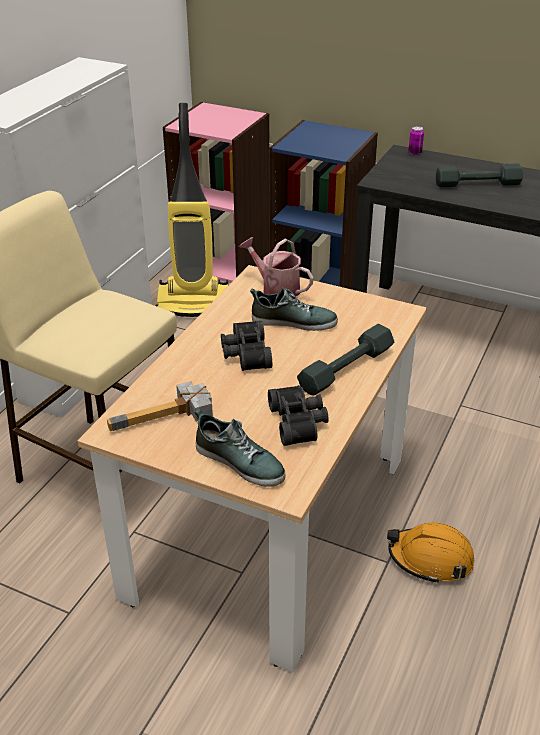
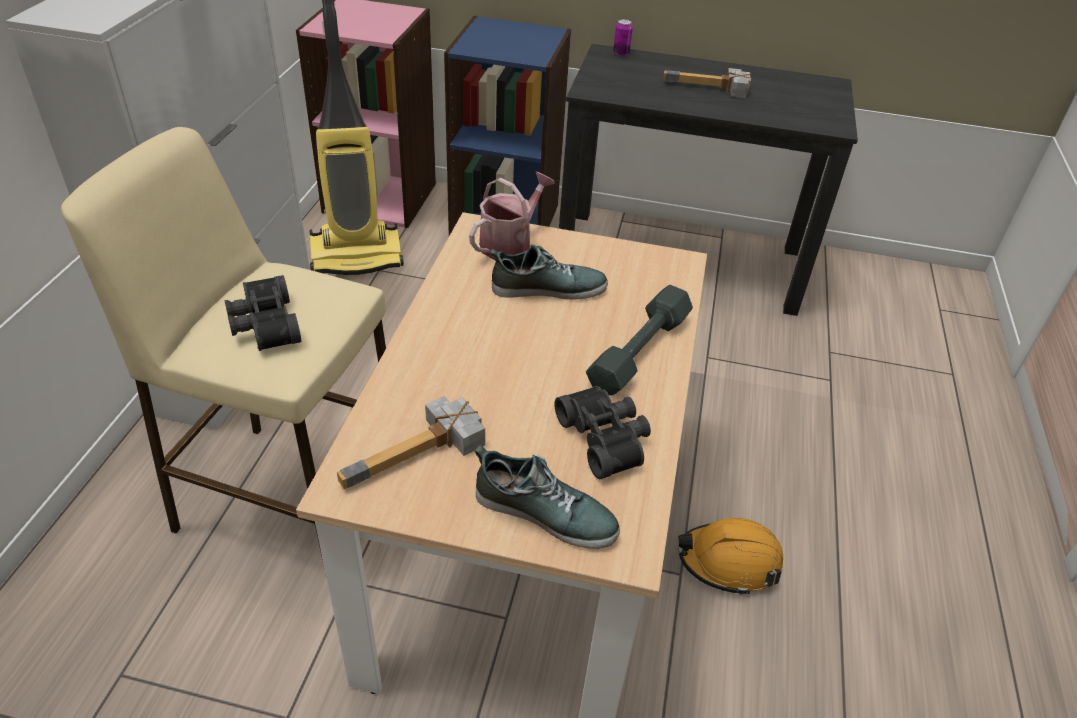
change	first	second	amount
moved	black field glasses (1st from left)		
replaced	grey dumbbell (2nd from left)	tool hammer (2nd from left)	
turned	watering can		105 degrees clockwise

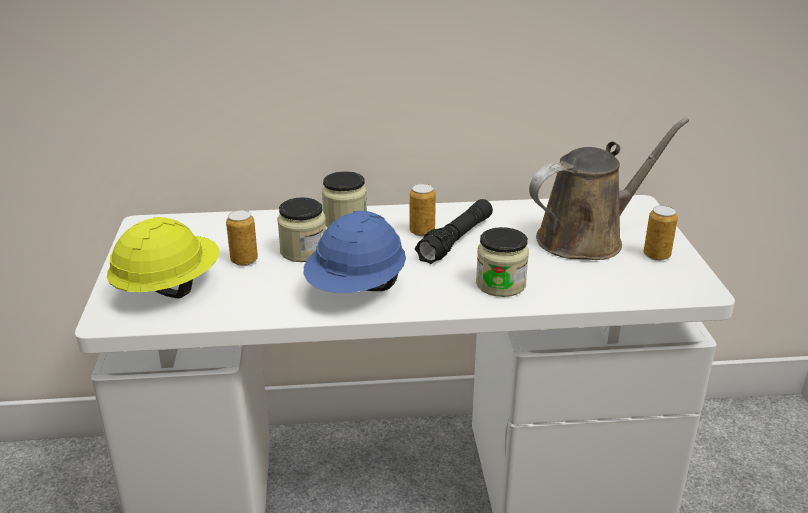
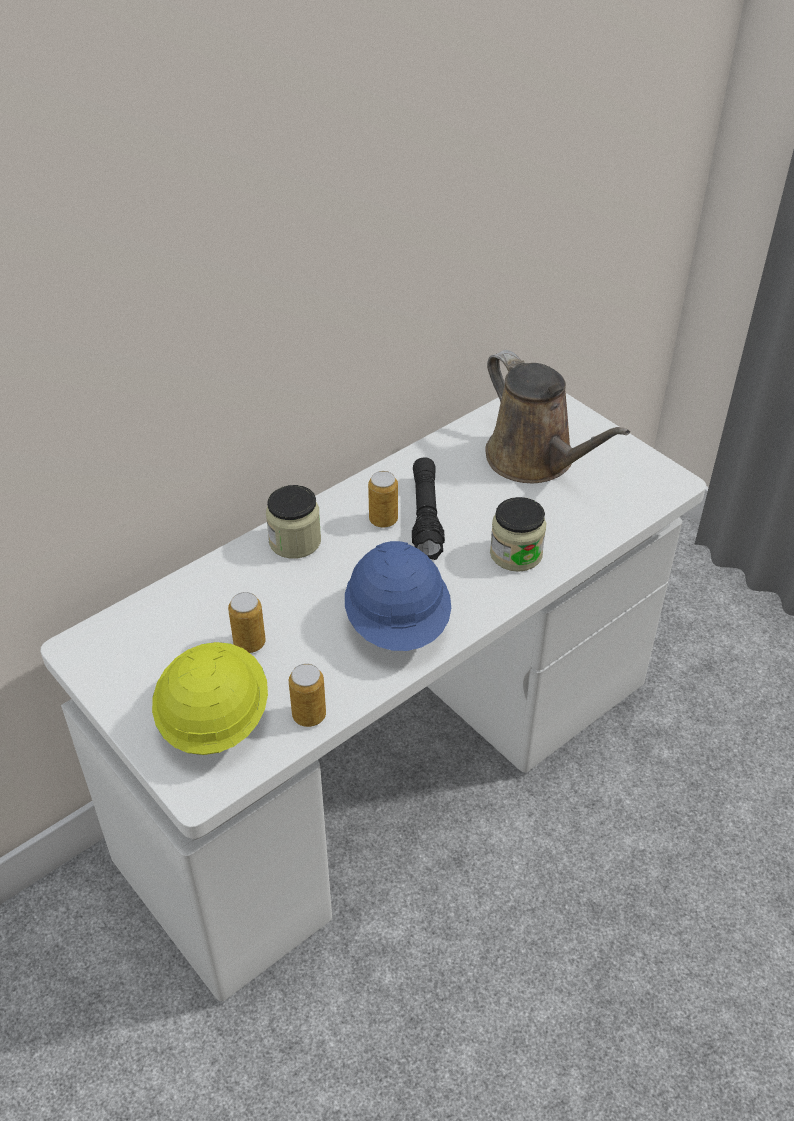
change	first	second	amount
removed	storage jar (1st from left)		
moved	sealed can (3rd from left in the first image)	sealed can (2nd from left)	
turned	brown watering can		120 degrees clockwise

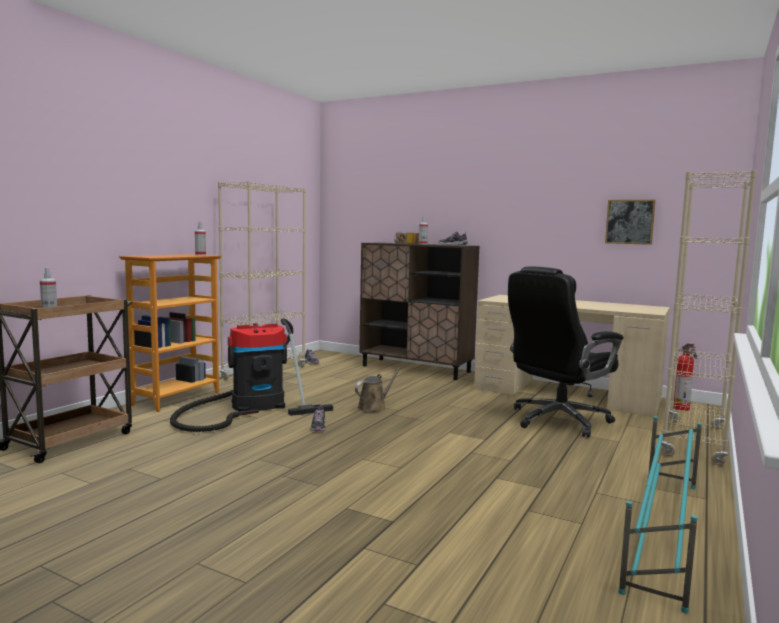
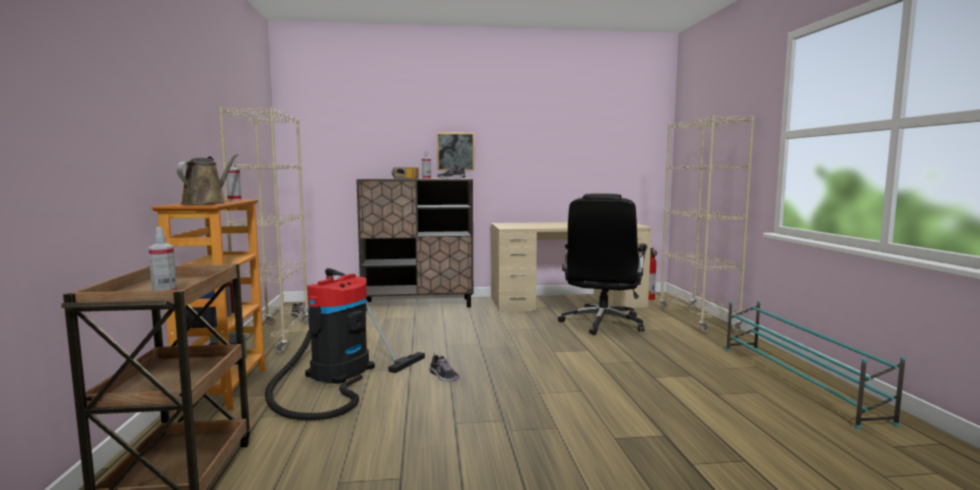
change	first	second	amount
moved	brown watering can		
moved	wall picture		

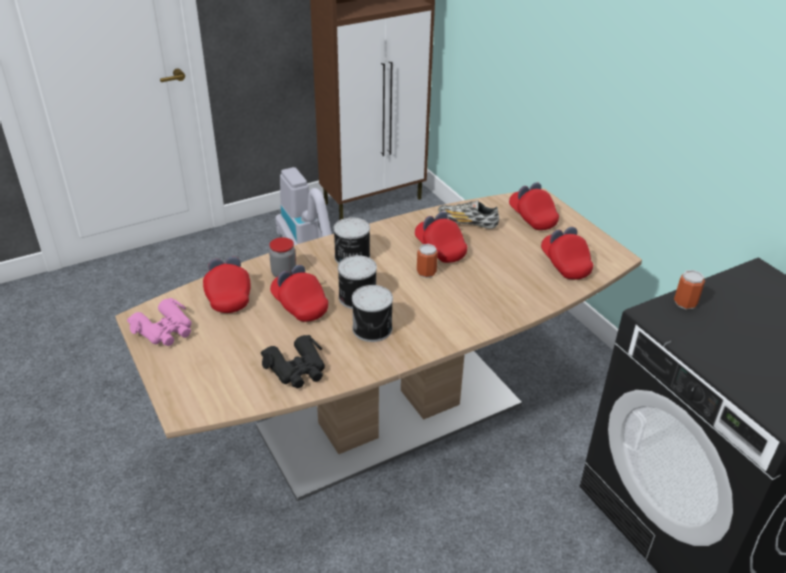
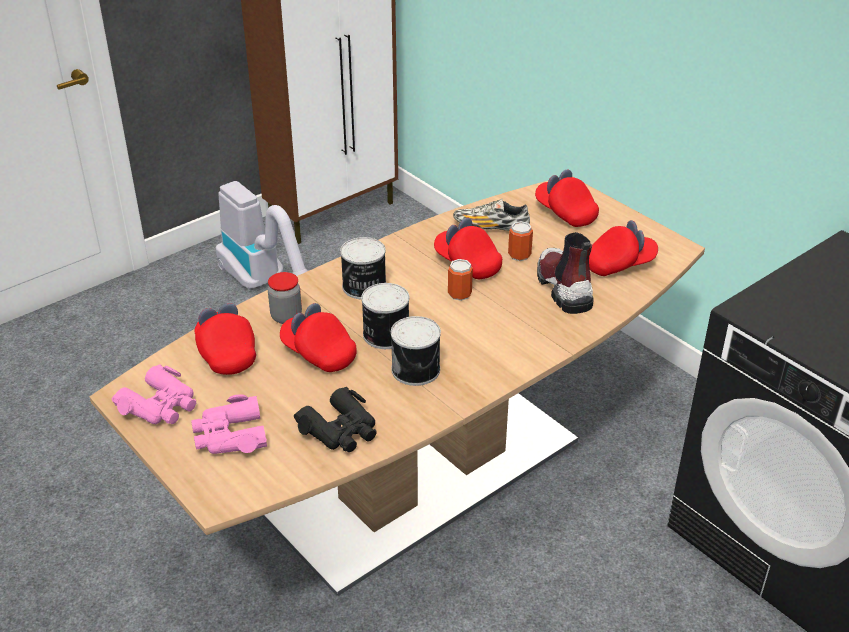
change	first	second	amount
added		pinkish field glasses (2nd from left)	
added		boot	
moved	sealed can (5th from left)		
turned	red-coloured baseball cap (5th from left)		105 degrees clockwise

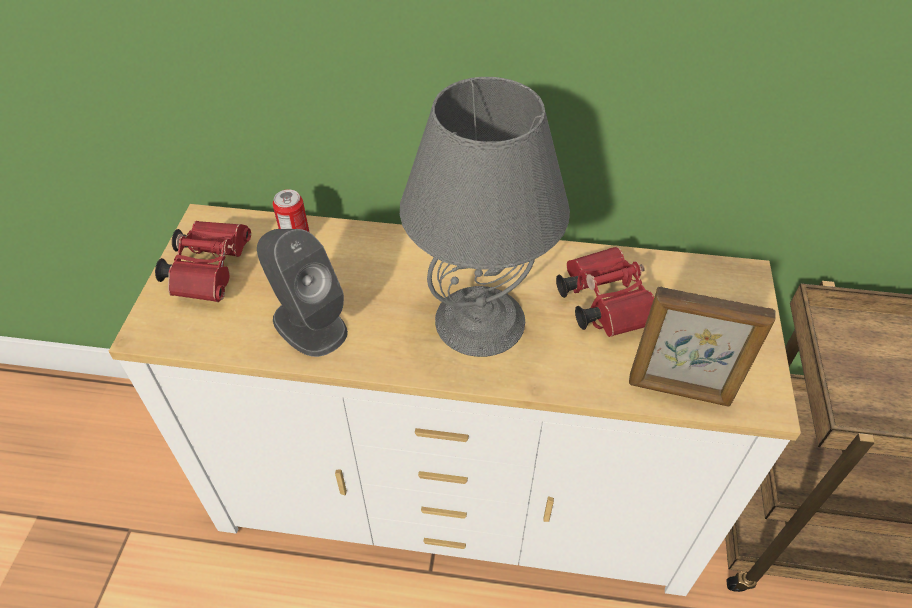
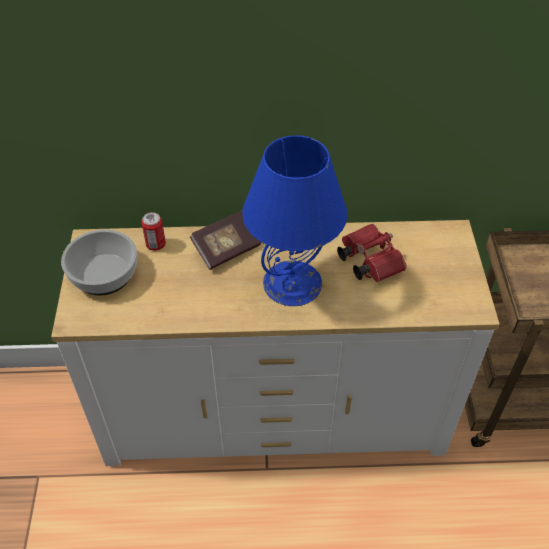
change	first	second	amount
removed	grey audio speaker		
removed	picture frame		
added		book	
replaced	red-coloured field glasses (1st from left)	serving bowl	
recoloured	grey lamp for a table	bluish lamp for a table	

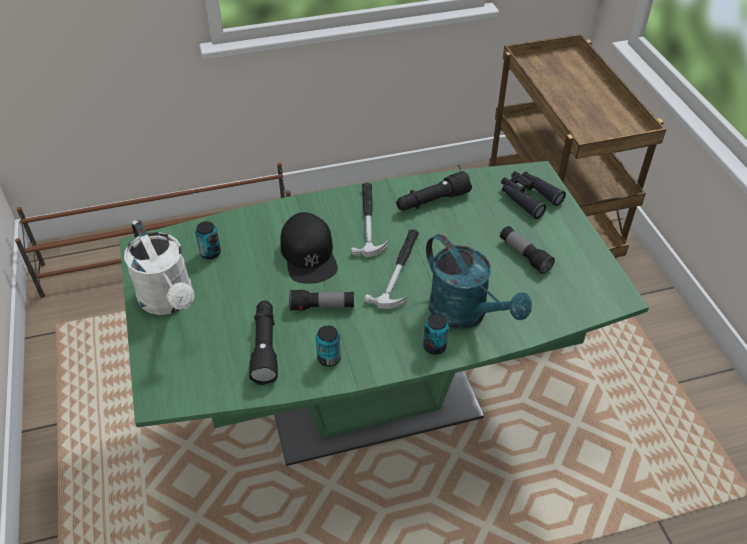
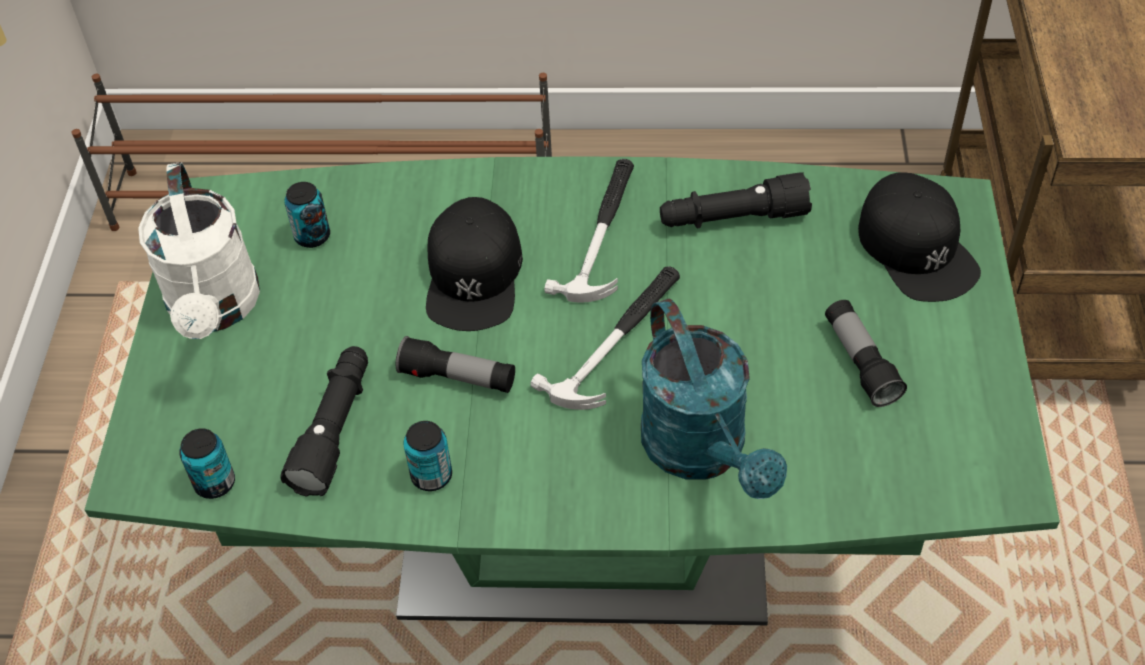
change	first	second	amount
moved	sealed can (3rd from left in the first image)	sealed can (1st from left)	
replaced	black field glasses	black baseball cap (2nd from left)	

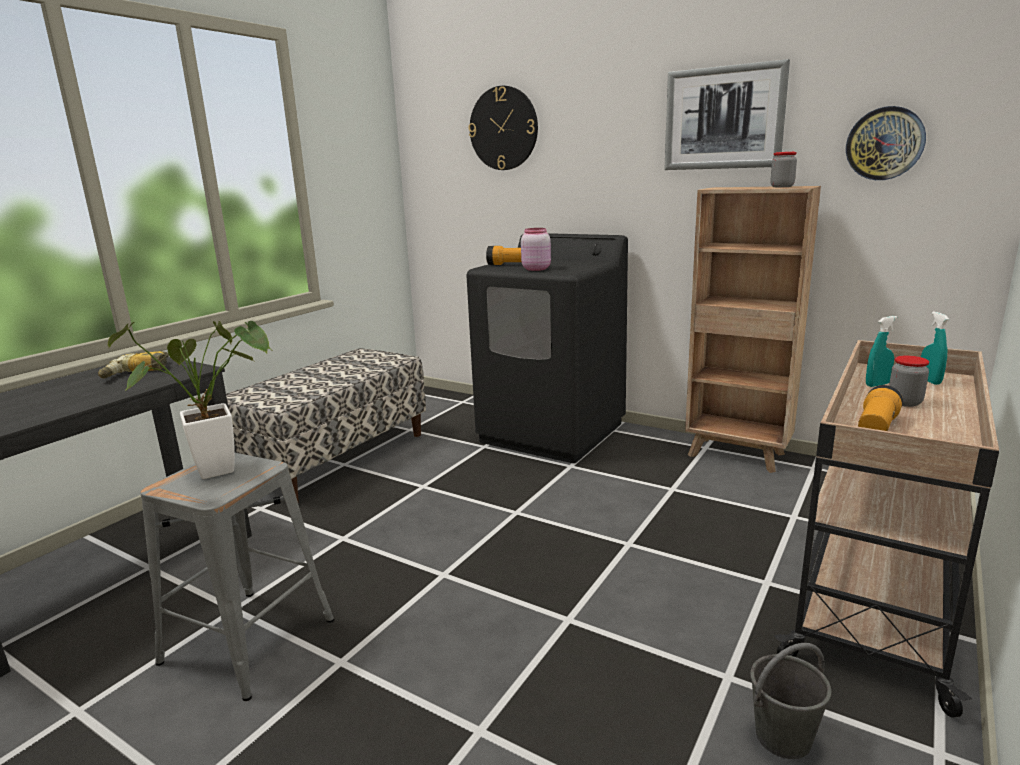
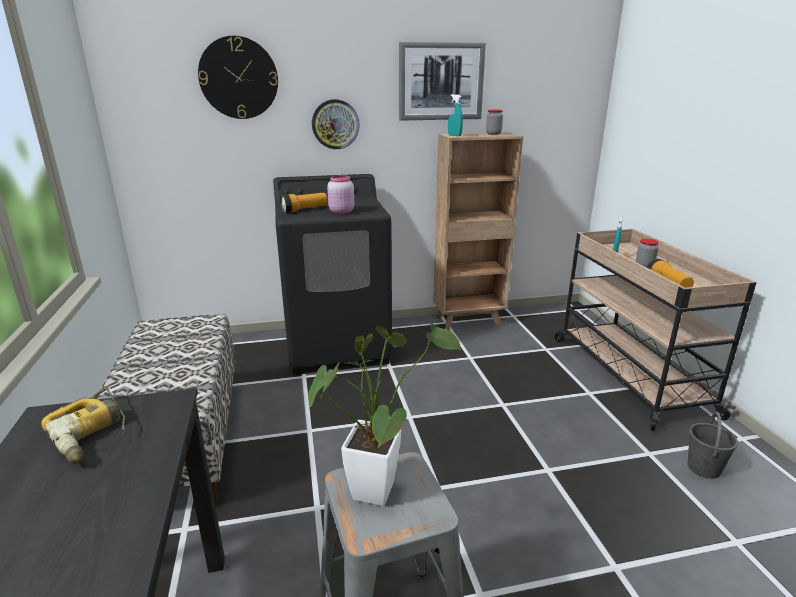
change	first	second	amount
moved	clock on the wall (2nd from left)		
moved	turquoise-coloured sprayer (2nd from left in the first image)	turquoise-coloured sprayer (1st from left)	

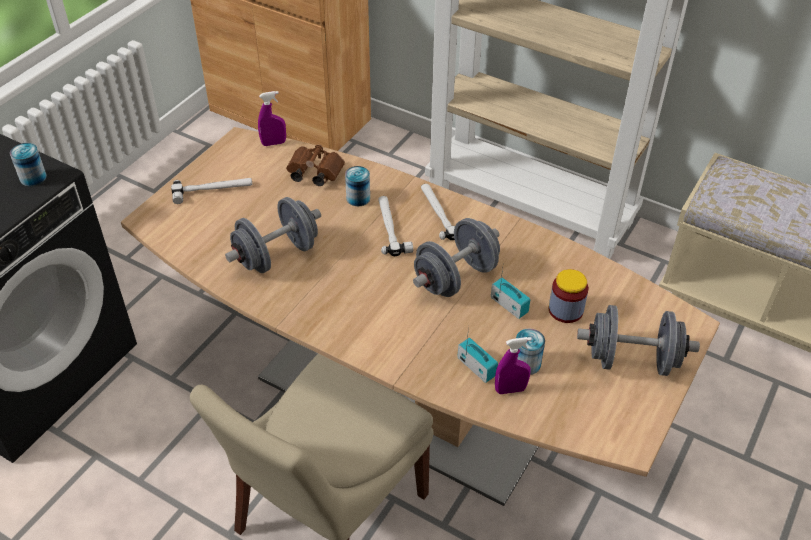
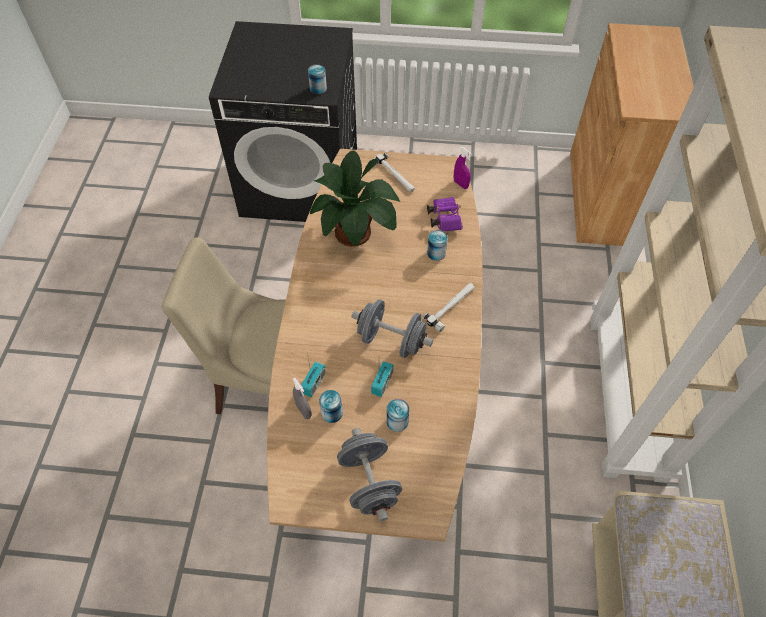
change	first	second	amount
removed	tool hammer (2nd from left)		
replaced	grey dumbbell (1st from left)	potted plant	
replaced	storage jar	sealed can (3rd from left)	
recoloured	brown field glasses	purple field glasses	
recoloured	purple sprayer (2nd from left)	grey sprayer	

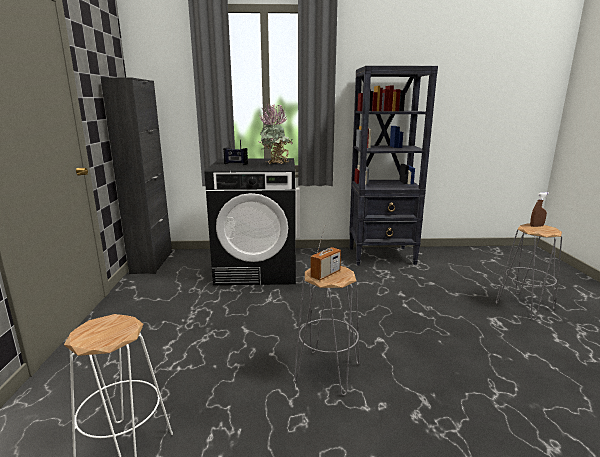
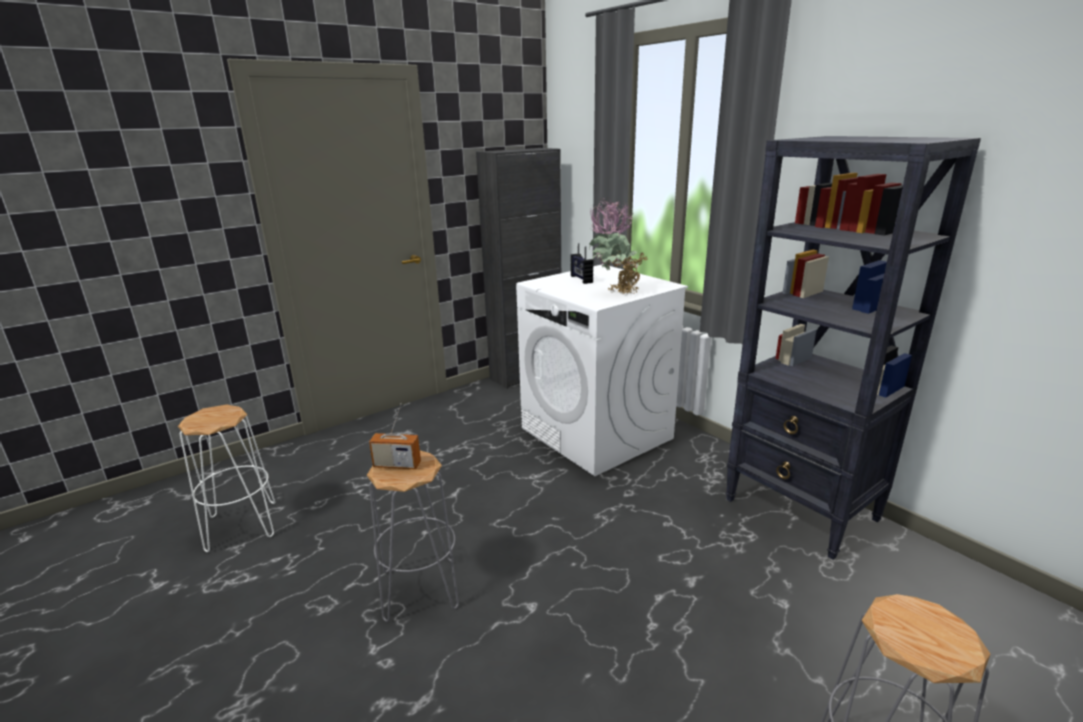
change	first	second	amount
removed	brown sprayer		
recoloured	black laundry appliance	white-coloured laundry appliance	

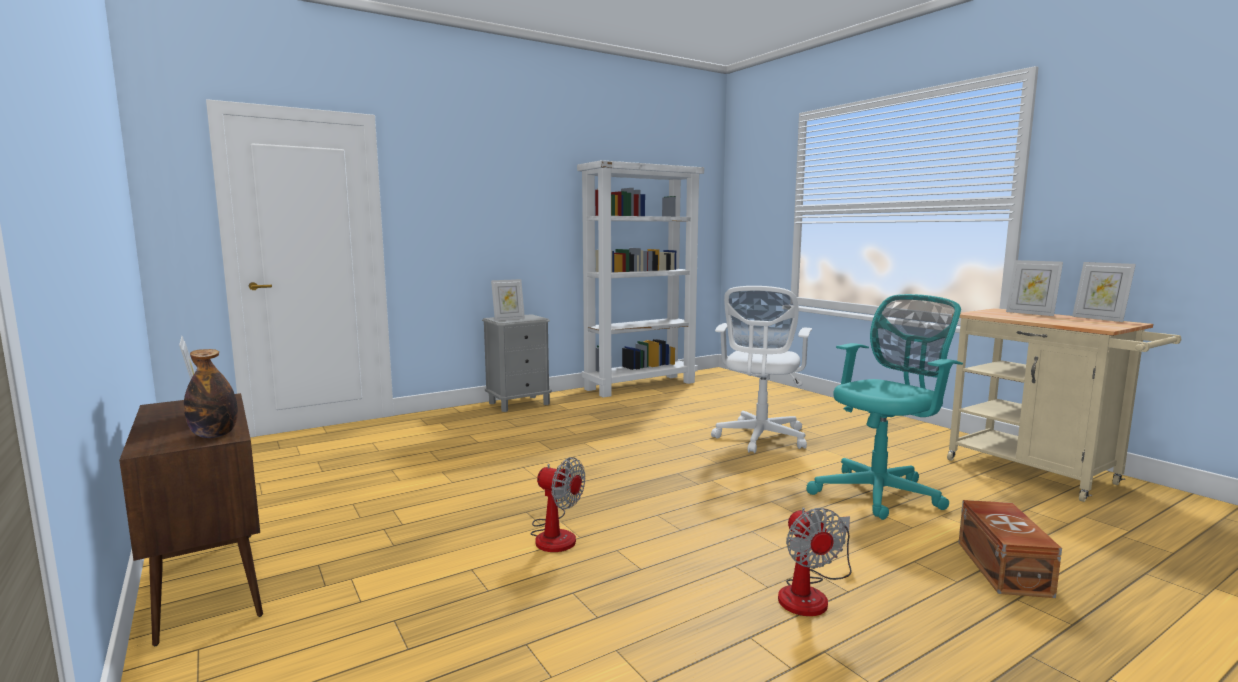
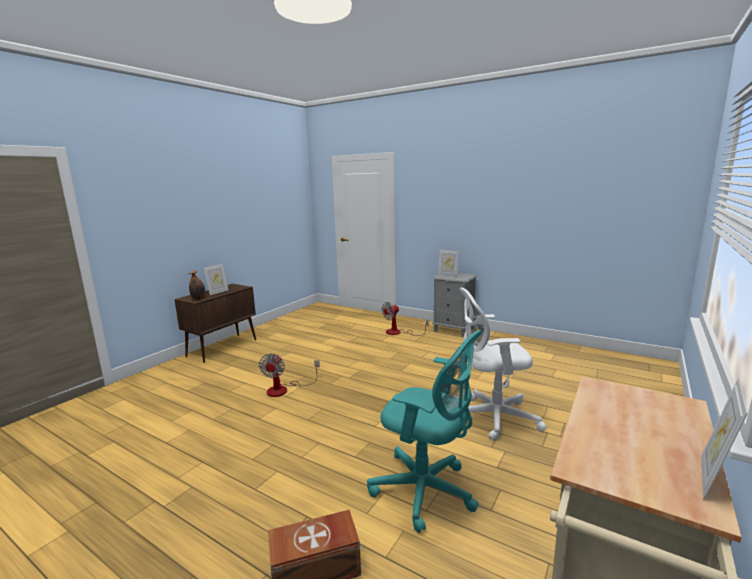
change	first	second	amount
removed	white-coloured bookcase		
removed	picture frame (3rd from left)		
moved	cooling fan (2nd from left)		

